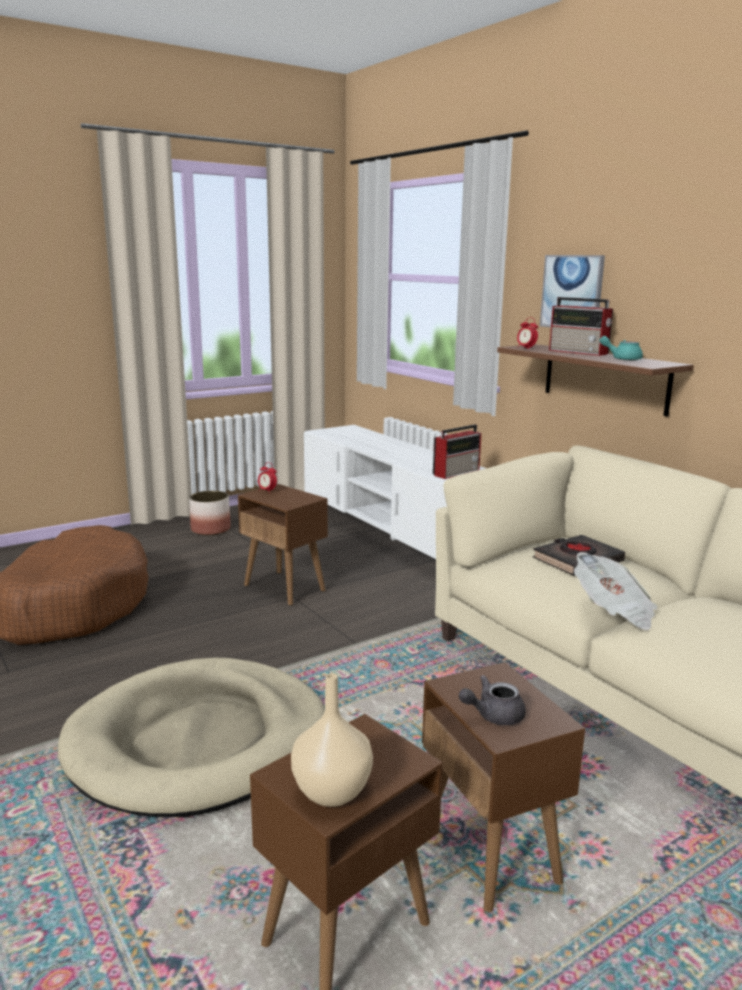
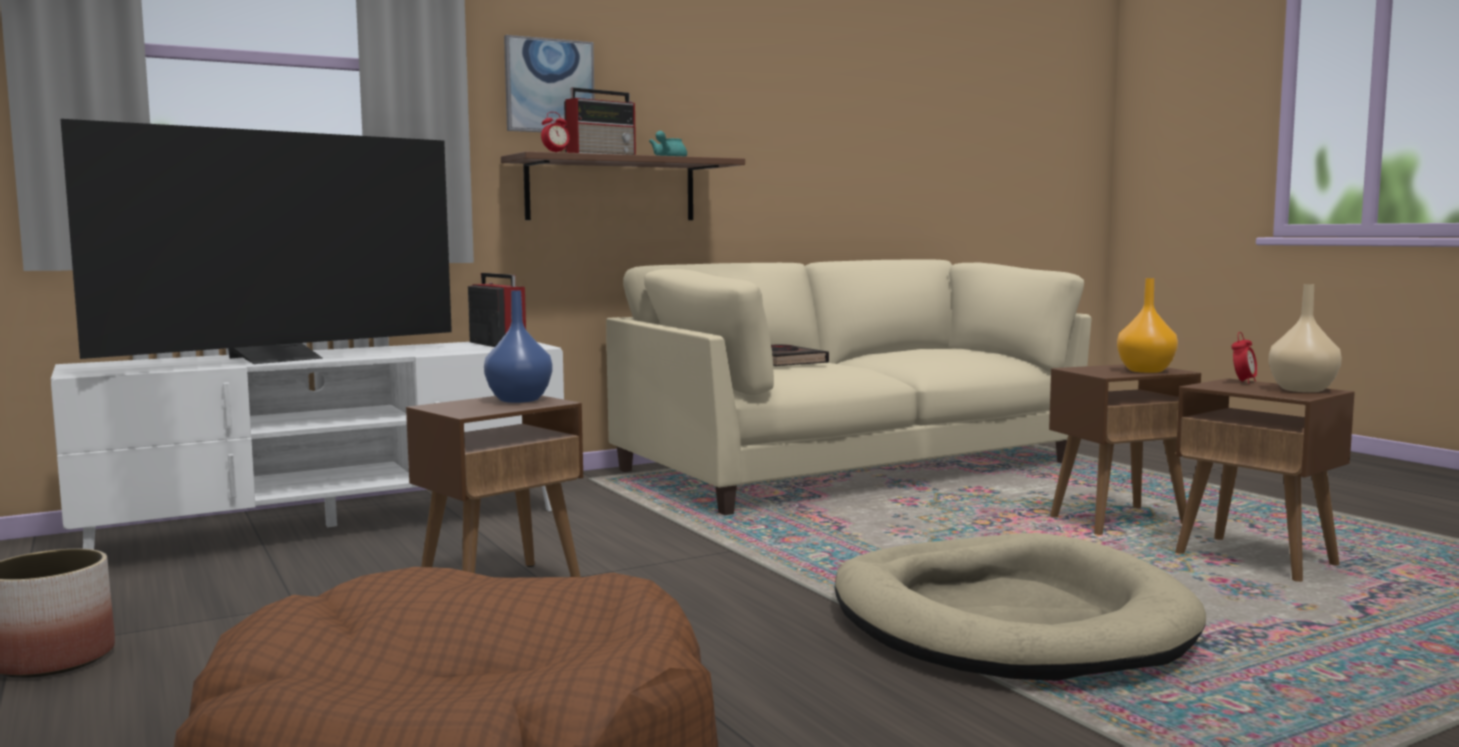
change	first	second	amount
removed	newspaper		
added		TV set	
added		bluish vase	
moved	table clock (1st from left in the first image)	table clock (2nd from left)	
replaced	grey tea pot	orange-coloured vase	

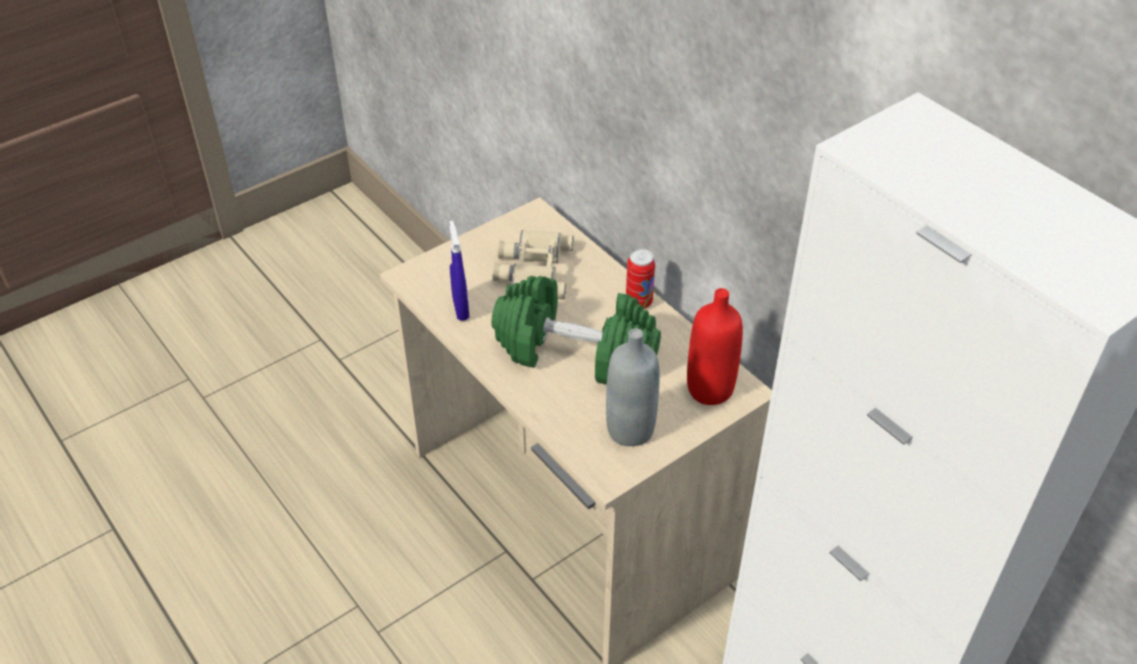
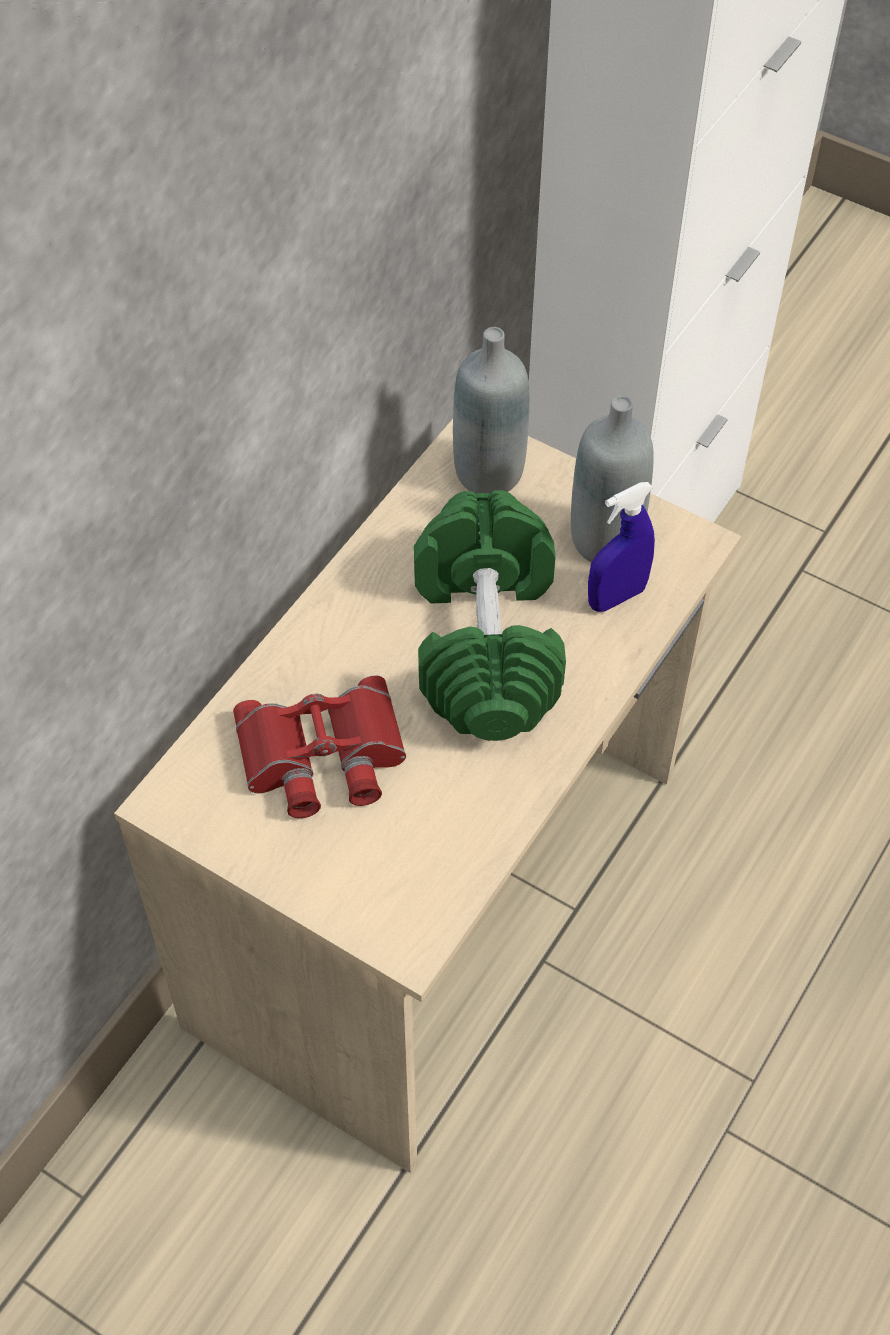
change	first	second	amount
removed	sealed can		
moved	bluish sprayer		
recoloured	beige field glasses	red-coloured field glasses	
recoloured	red-coloured drink bottle	grey drink bottle (1st from left)	

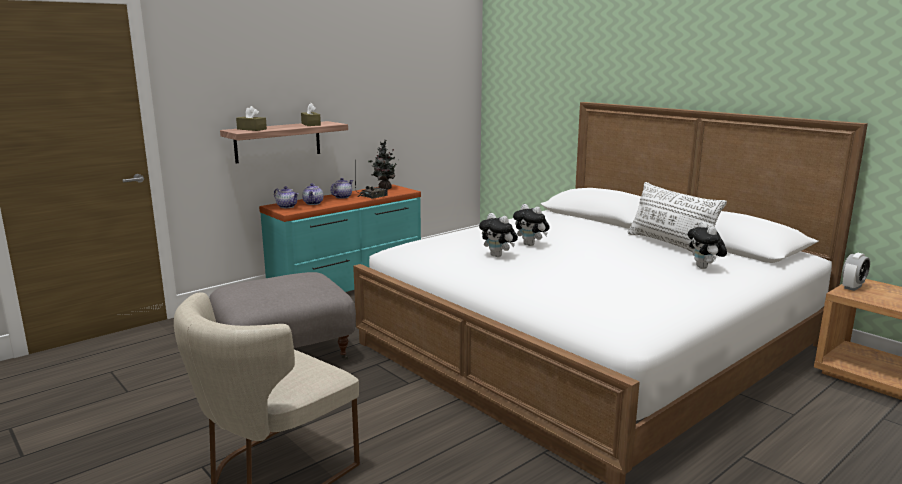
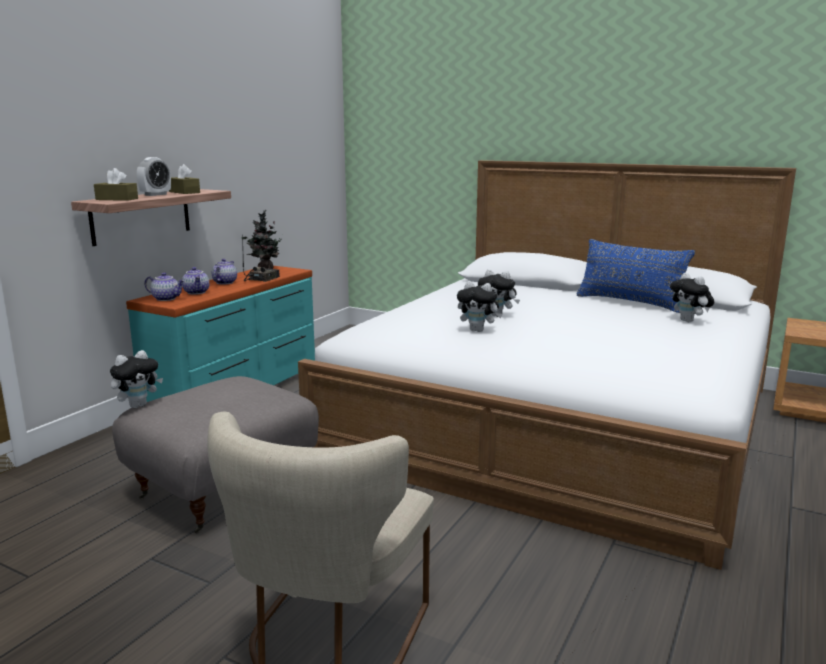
change	first	second	amount
added		soft toy (1st from left)	
moved	table clock		
recoloured	white-coloured cushion	bluish cushion	

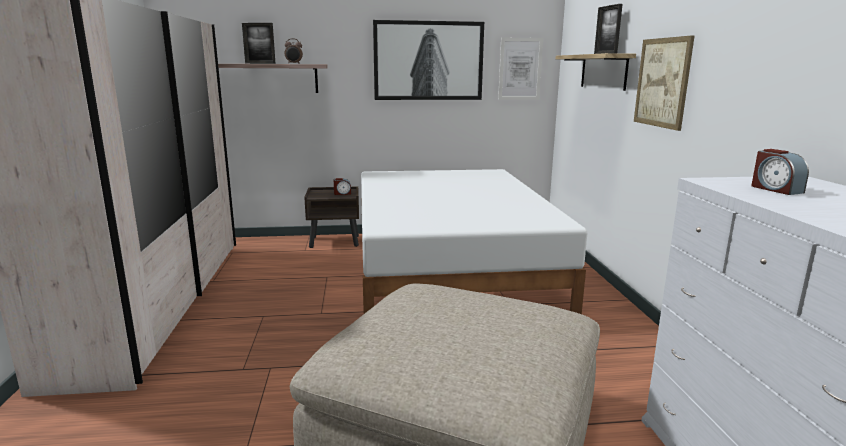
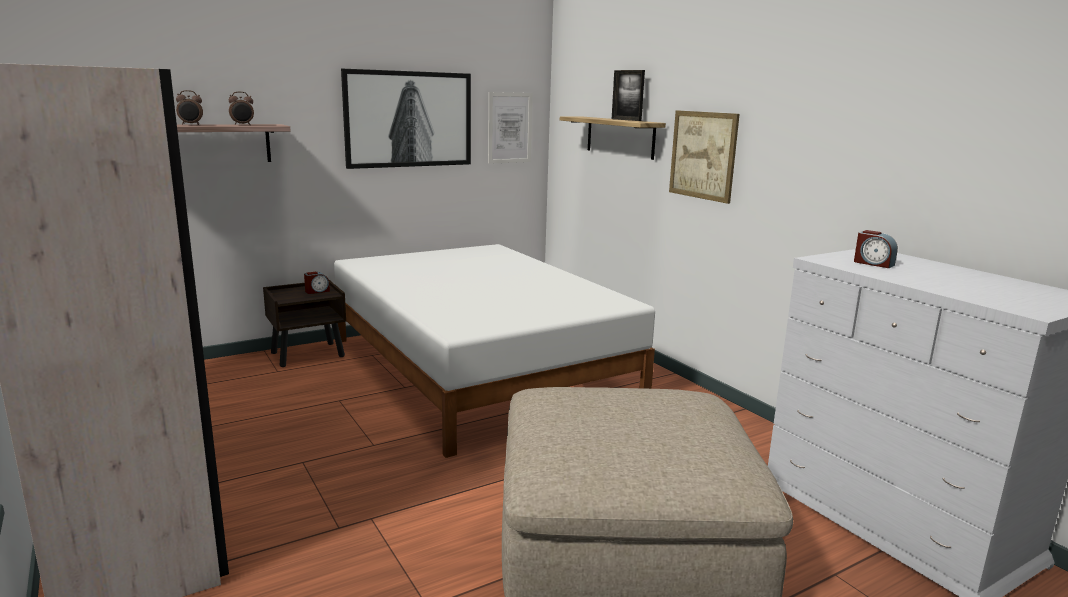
change	first	second	amount
replaced	picture frame (1st from left)	table clock (1st from left)	

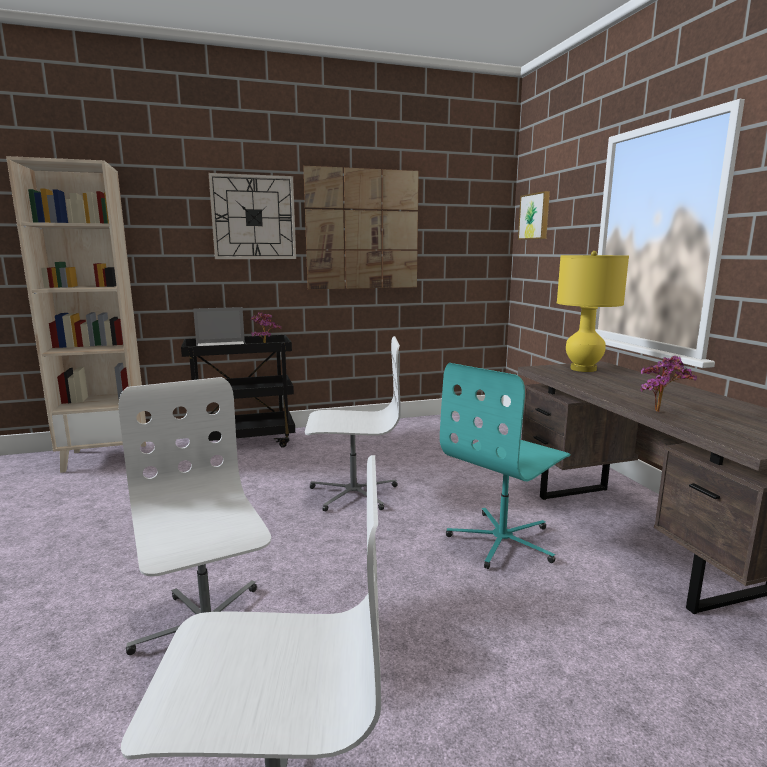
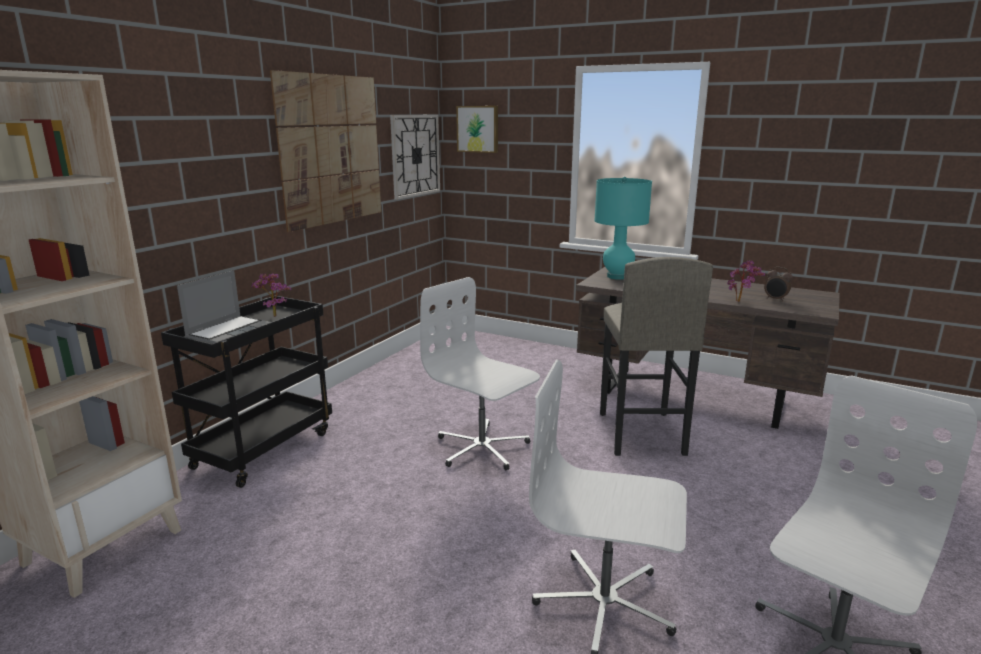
change	first	second	amount
added		table clock	
moved	clock on the wall		
replaced	turquoise-coloured office chair	grey stool	
recoloured	yellow-coloured lamp for a table	turquoise-coloured lamp for a table	
turned	white-coloured office chair (3rd from left in the first image)	white-coloured office chair (1st from left)	90 degrees counterclockwise

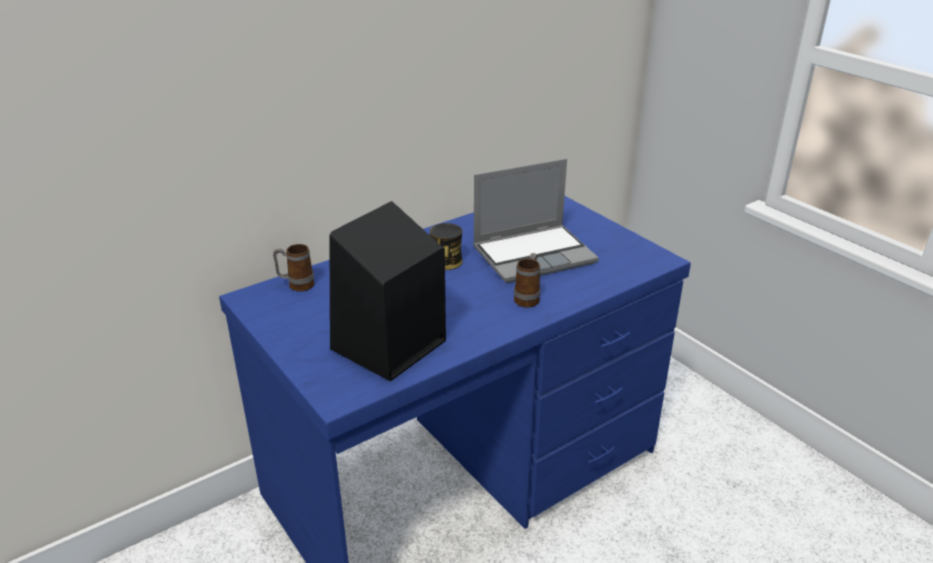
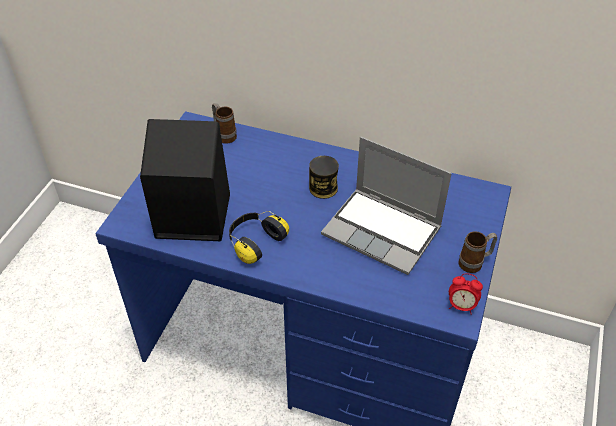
change	first	second	amount
added		headphones	
added		table clock	
moved	mug (2nd from left)		

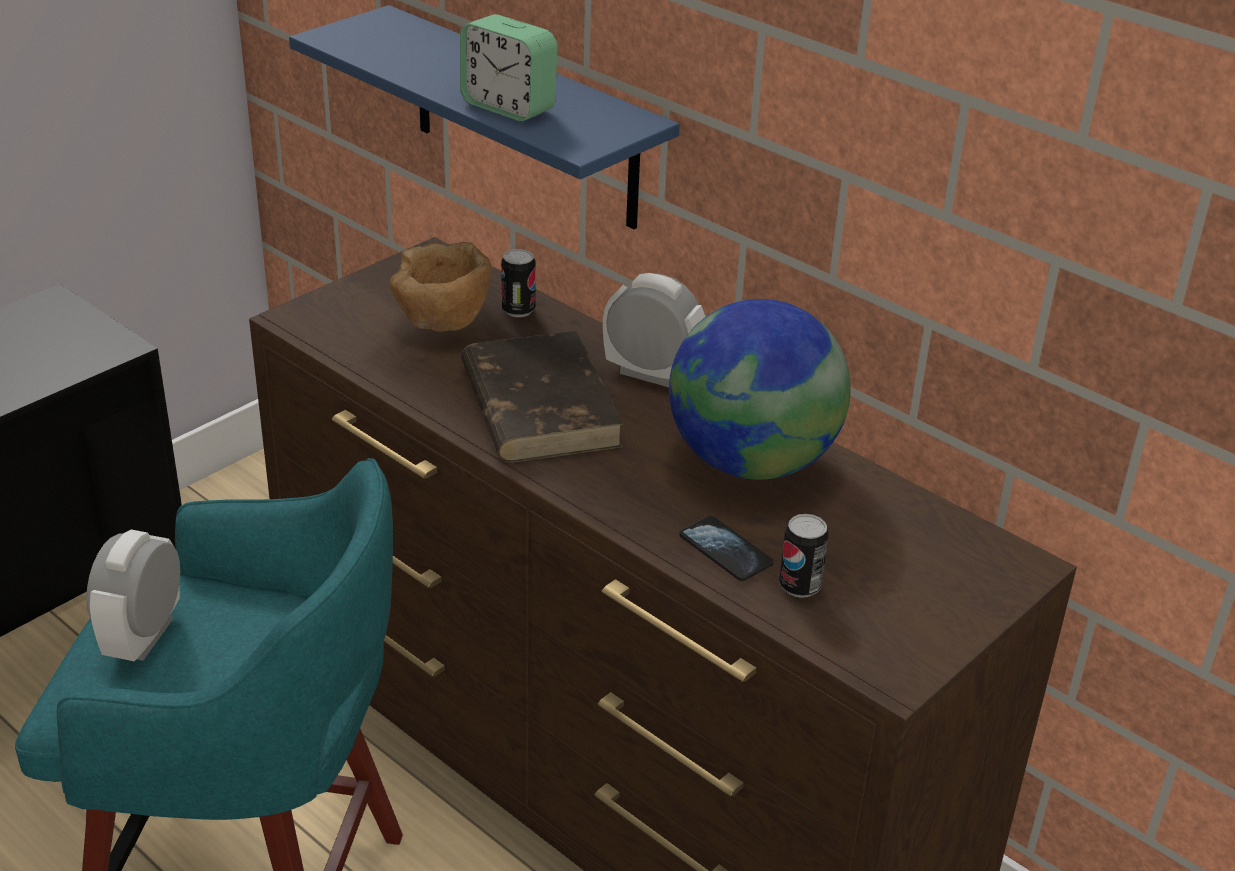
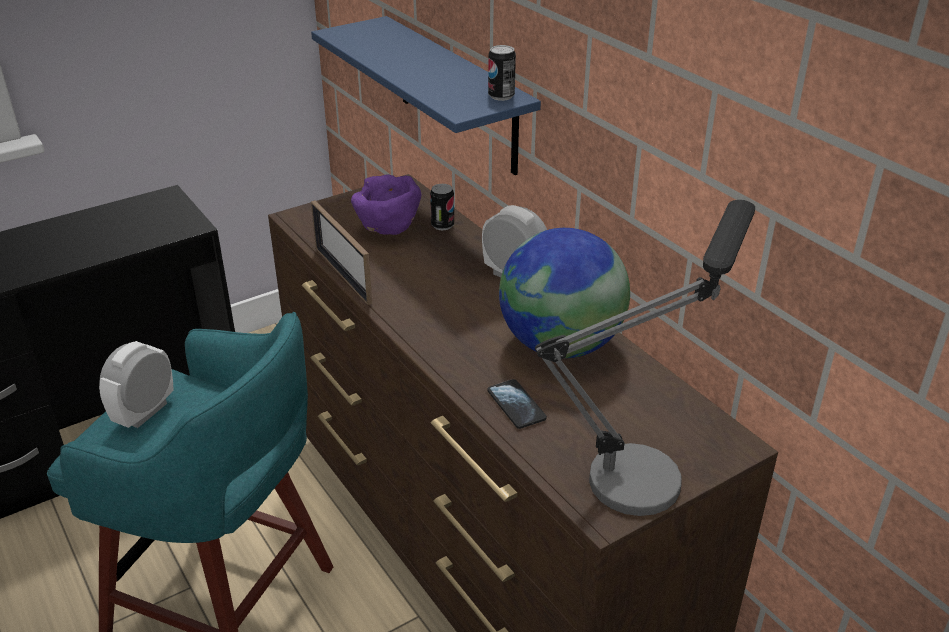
change	first	second	amount
removed	table clock (2nd from left)		
removed	brown book		
added		picture frame	
added		lamp for a table	
moved	sealed can (2nd from left)		
recoloured	brown serving bowl	purple serving bowl	

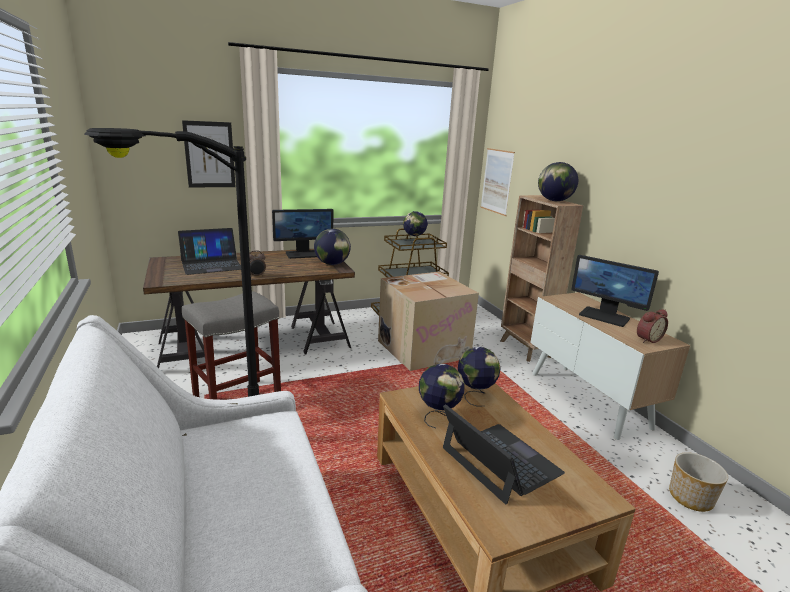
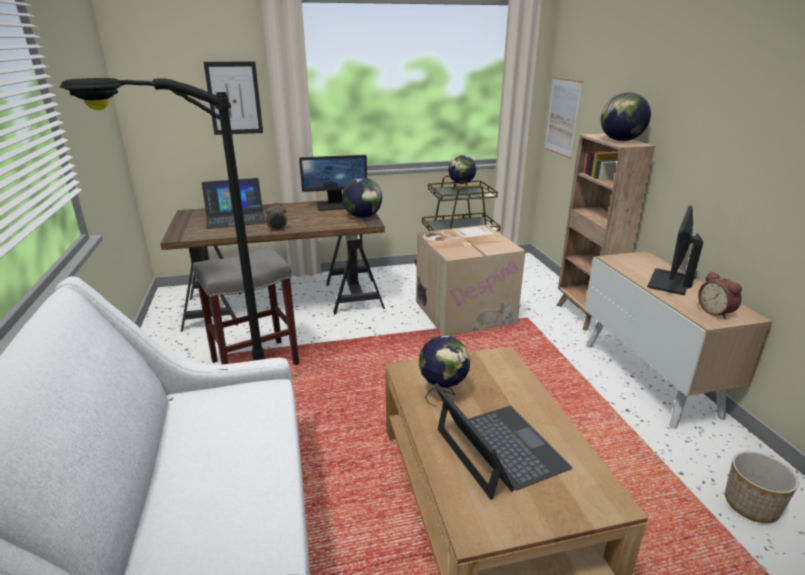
change	first	second	amount
removed	desk globe (4th from left)		
turned	monitor (2nd from left)		75 degrees clockwise
turned	table clock (2nd from left)		90 degrees clockwise

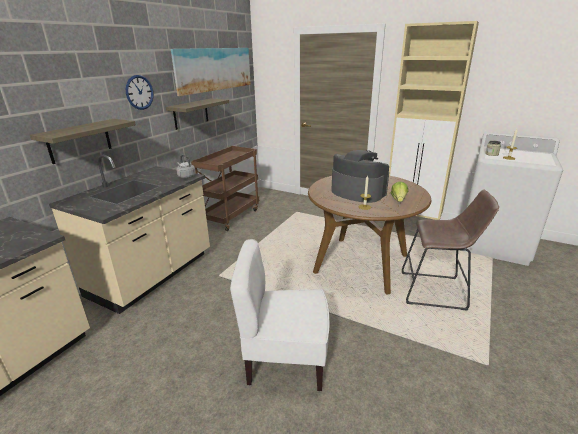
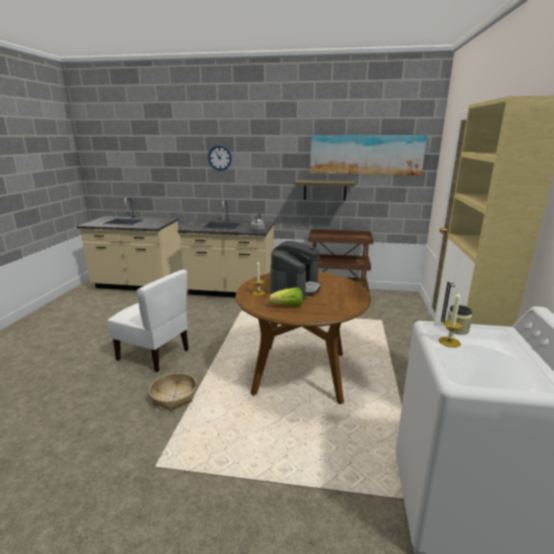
change	first	second	amount
removed	shelf (1st from left)		
removed	brown stool		
added		household basket	
moved	clock on the wall		
turned	white-coloured plain chair		135 degrees clockwise

